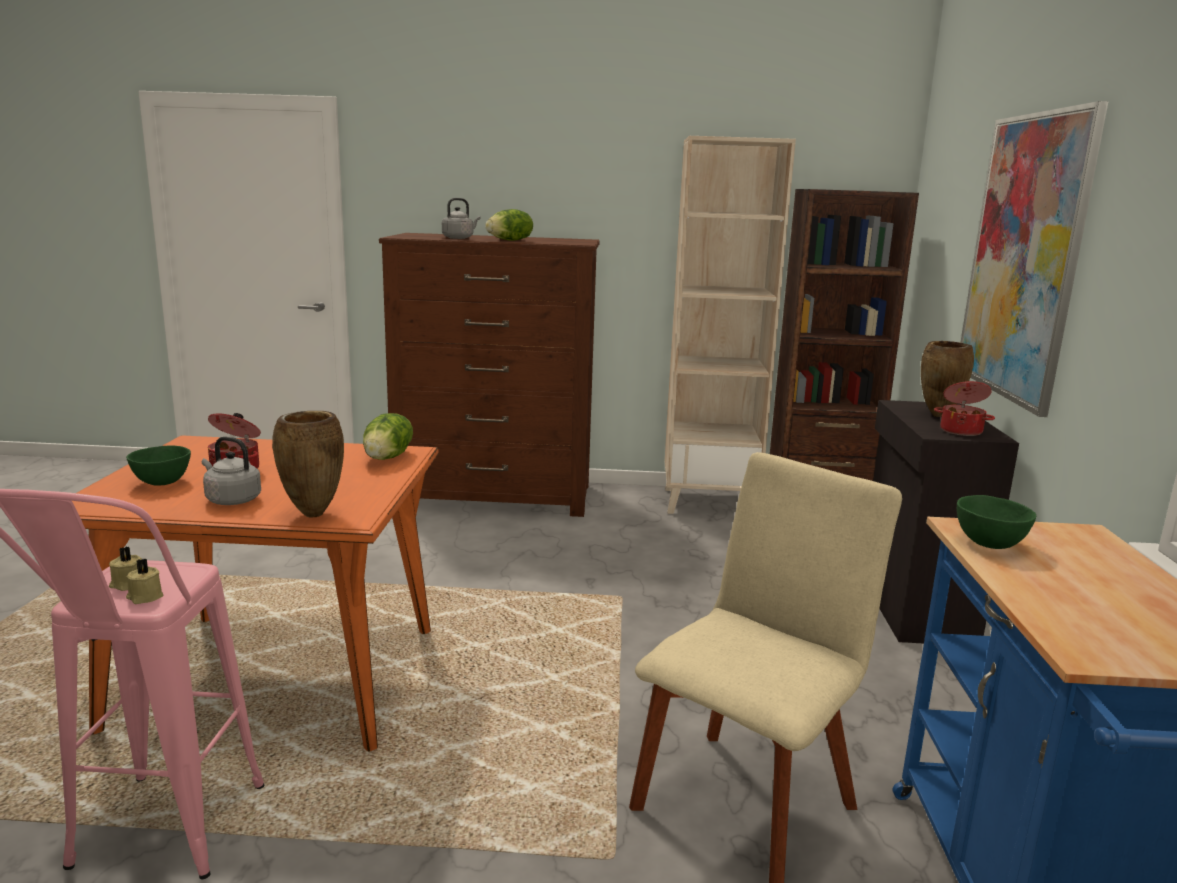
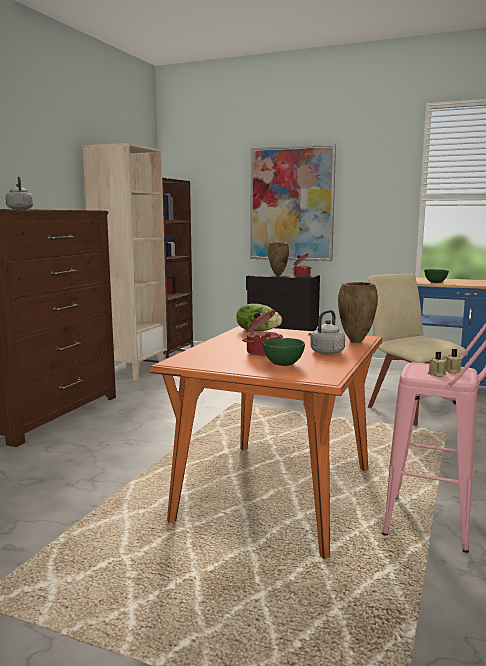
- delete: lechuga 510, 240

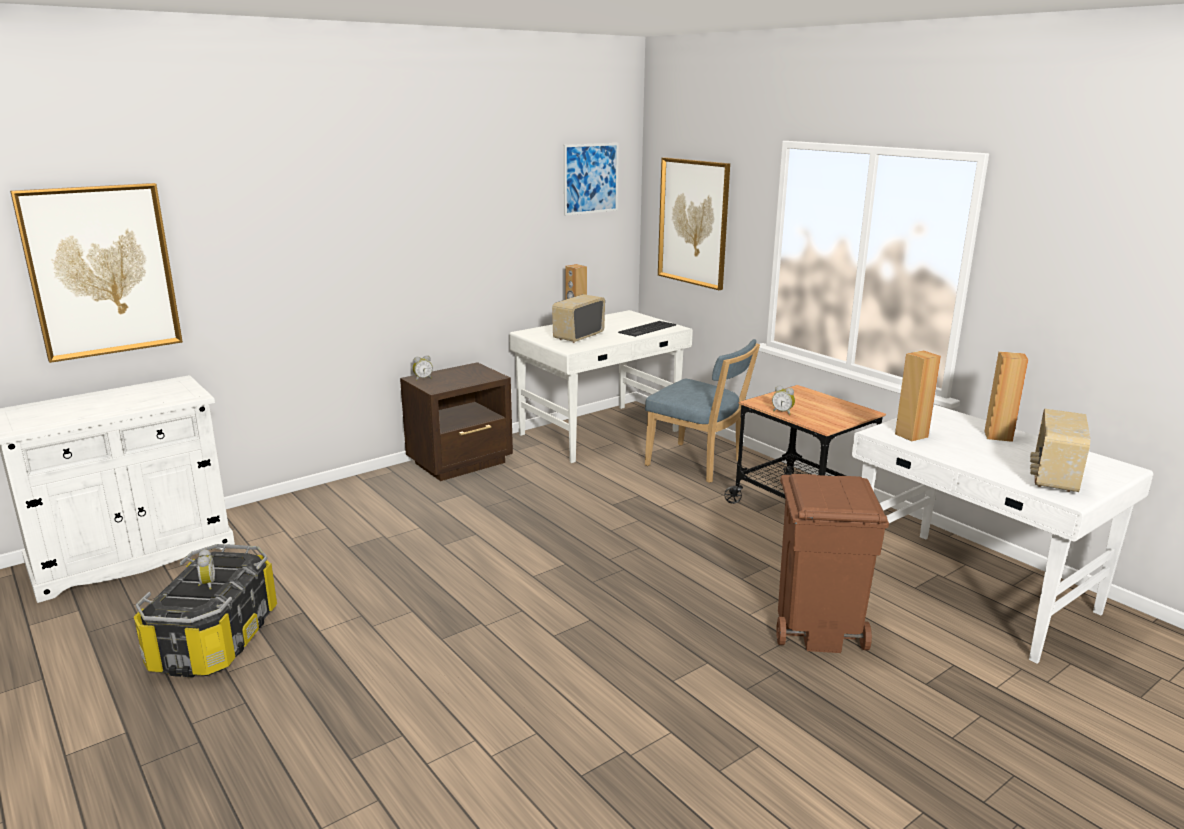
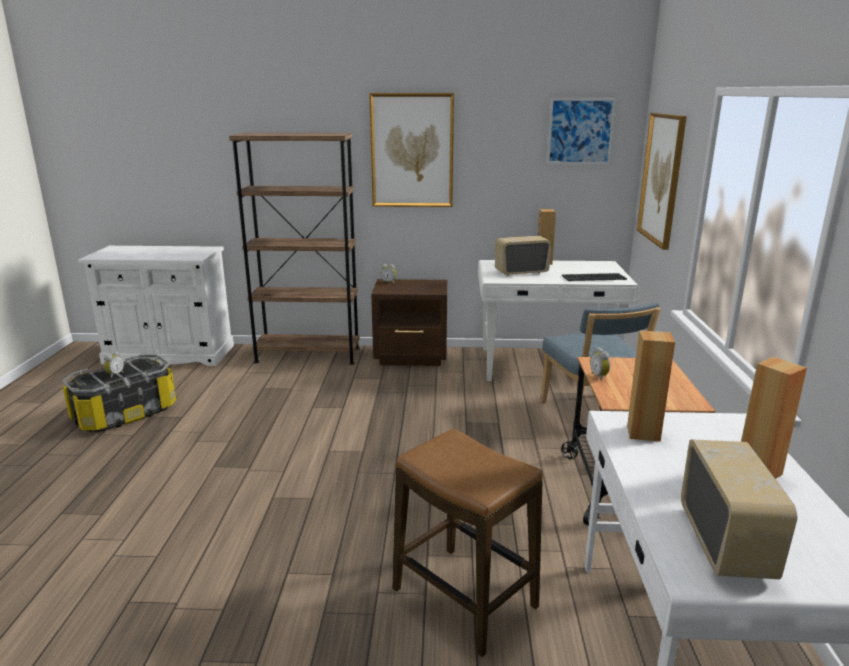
- move: cuadro 101, 271 to 412, 151
- rotate: radio 1053, 477 = 726, 543 120 degrees clockwise
- replace: papelera/marrón 816, 628 to taburete 463, 598
- insert: estantería/marrón 308, 355

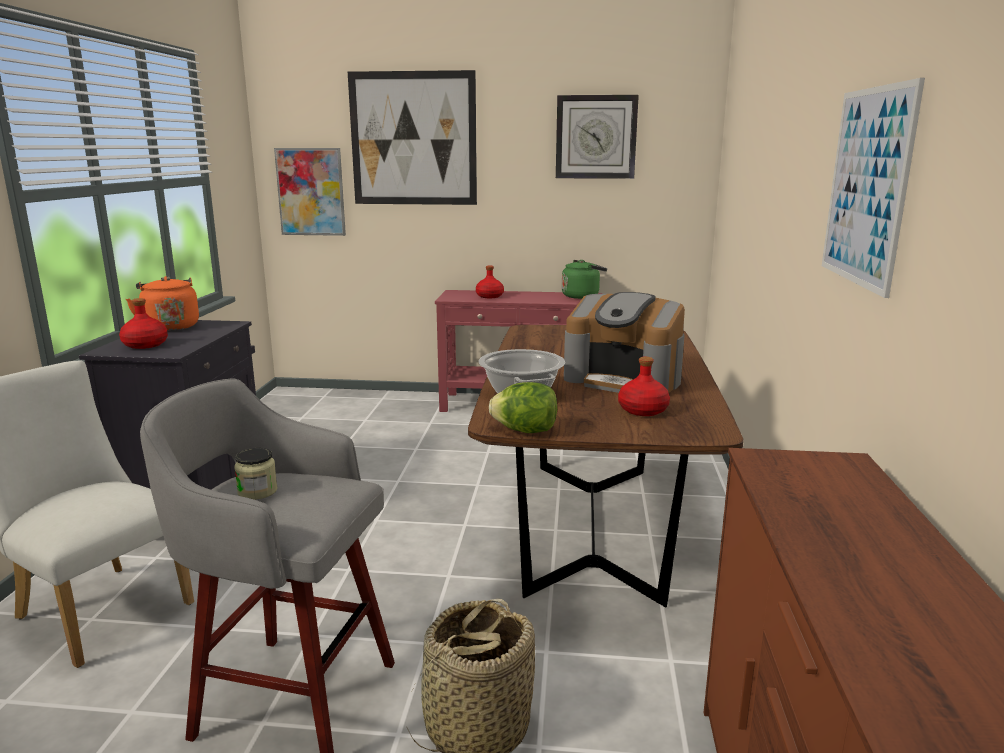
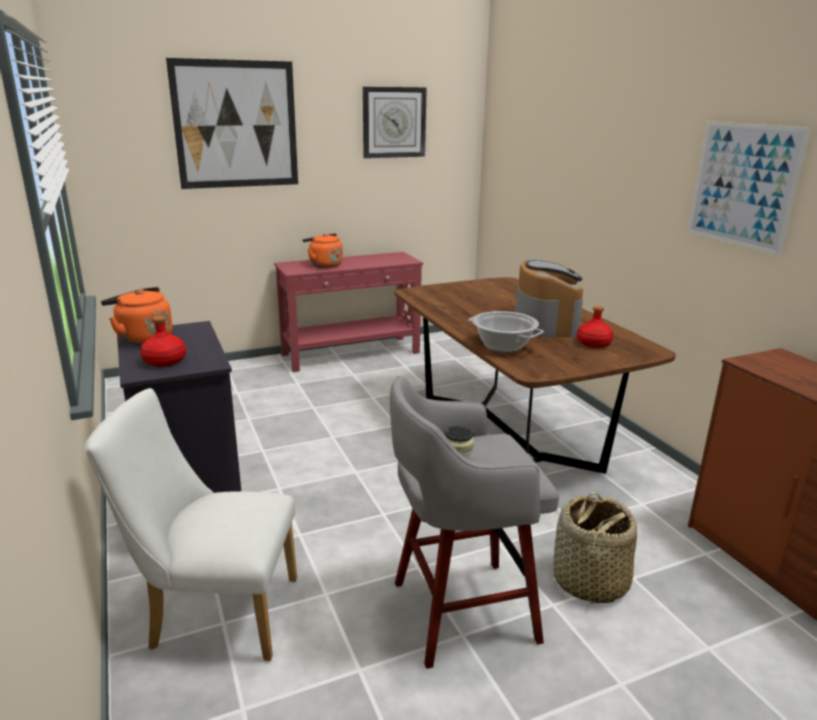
- delete: cuadro 311, 192
- delete: hervidor/verde 582, 296
- replace: botella/rojo 489, 296 to hervidor/naranja 324, 265
- rotate: cafetera 624, 379 = 545, 323 90 degrees counterclockwise
- delete: lechuga 525, 431

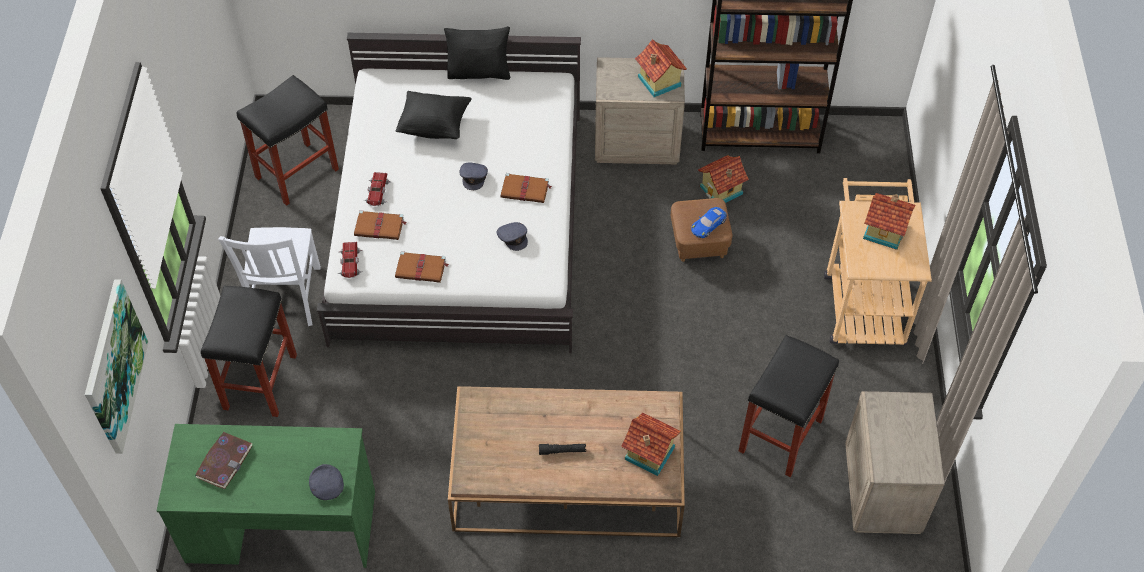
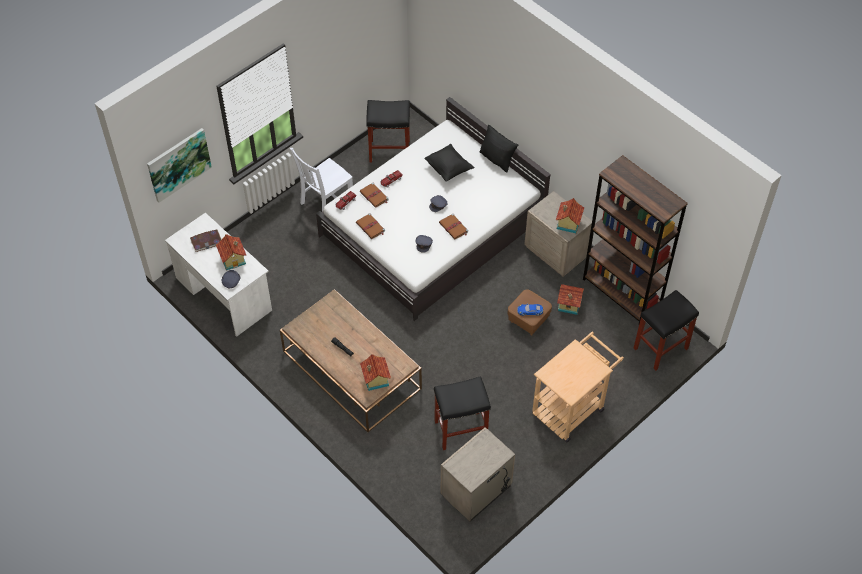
- move: casita 884, 230 to 233, 259
- move: taburete/negro 260, 383 to 660, 349
- recolor: escritorio/verde 281, 526 to escritorio/blanco 223, 294

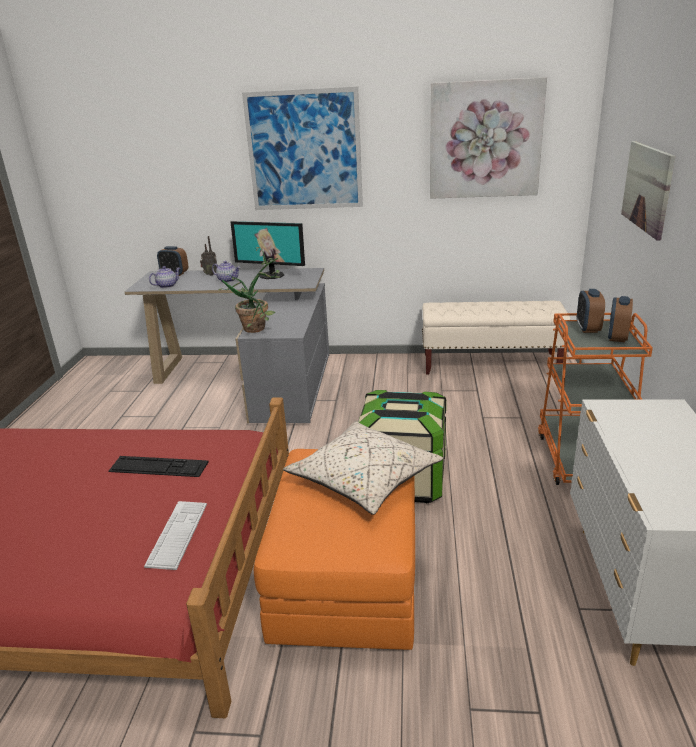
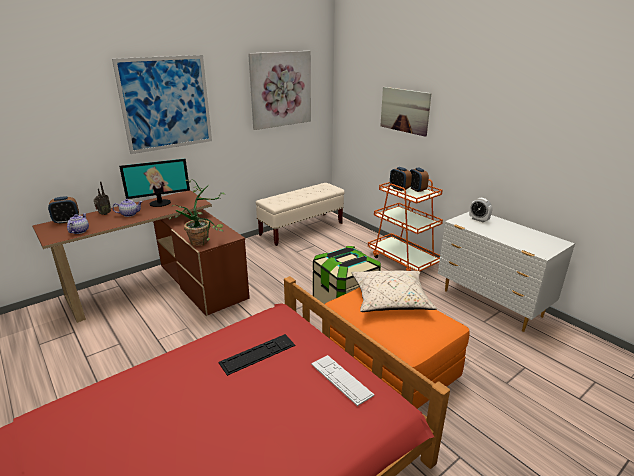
- recolor: escritorio/gris 252, 378 to escritorio/marrón 162, 288
- insert: despertador 478, 219

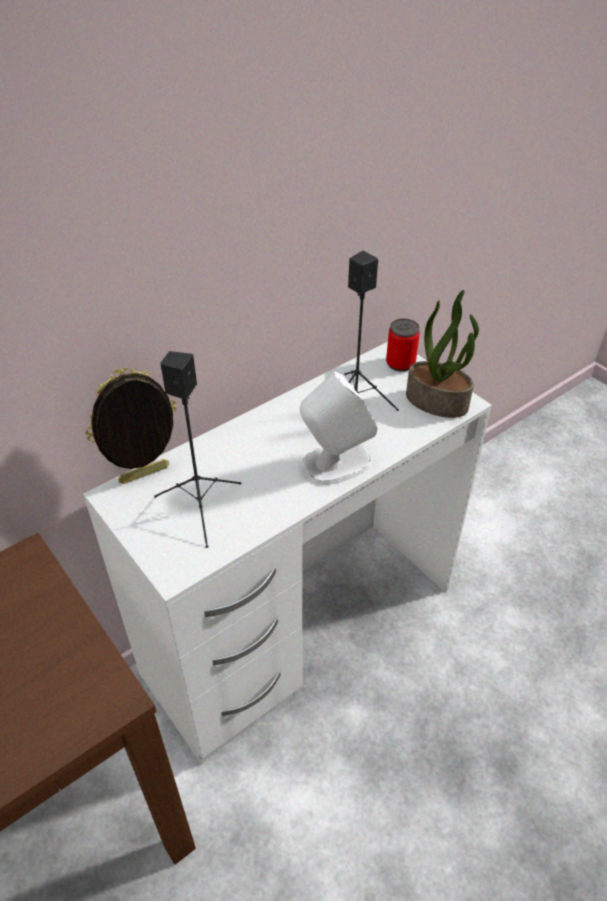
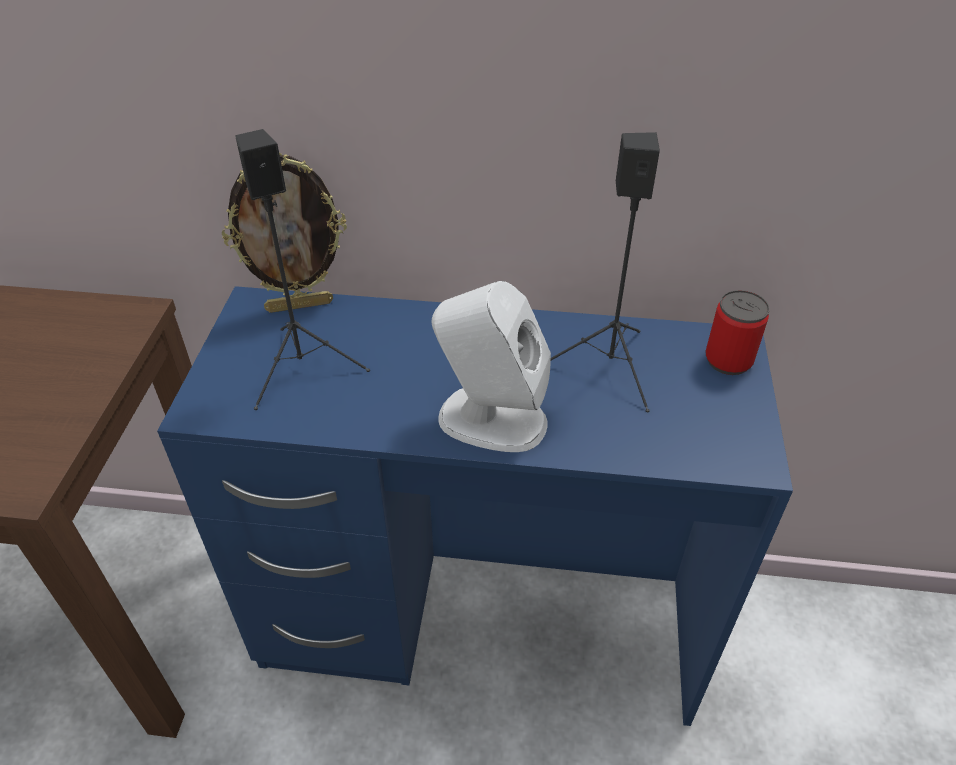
- delete: planta en maceta 438, 401
- recolor: escritorio/blanco 300, 628 to escritorio/azul 479, 622
- rotate: portarretratos 145, 476 = 300, 305 150 degrees clockwise

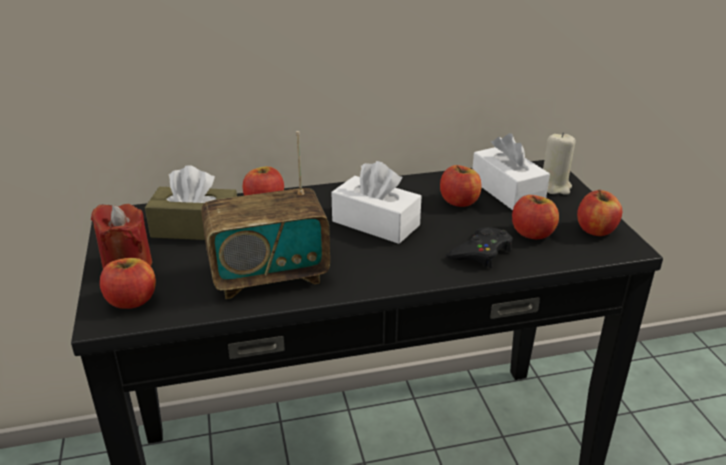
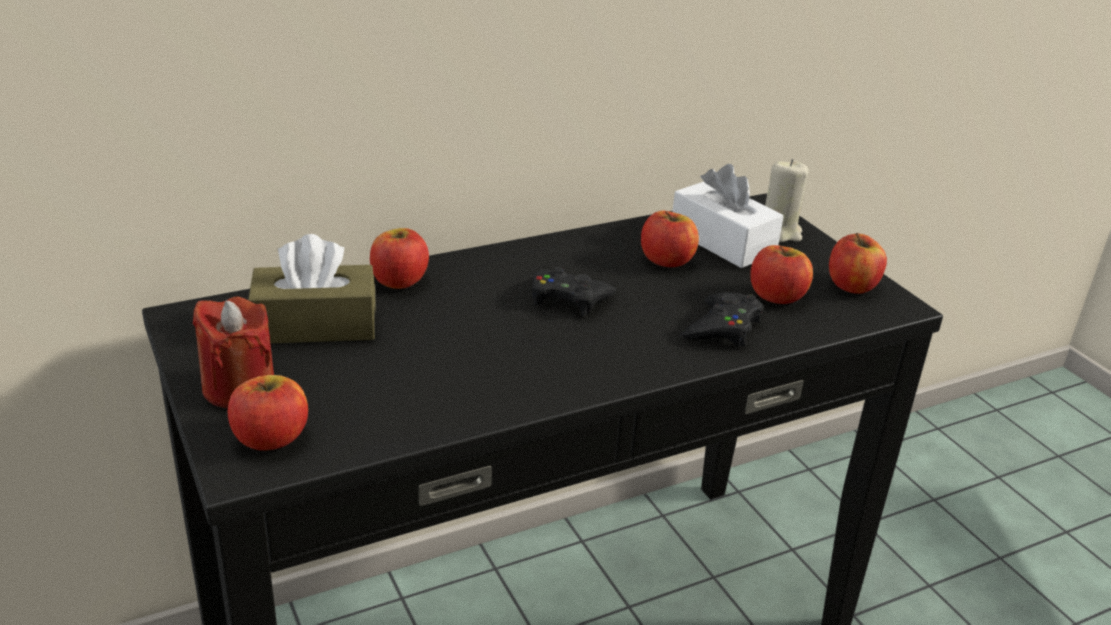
- delete: radio 269, 276
- replace: caja de pañuelos/blanco 375, 223 to mando de consola/negro 568, 298

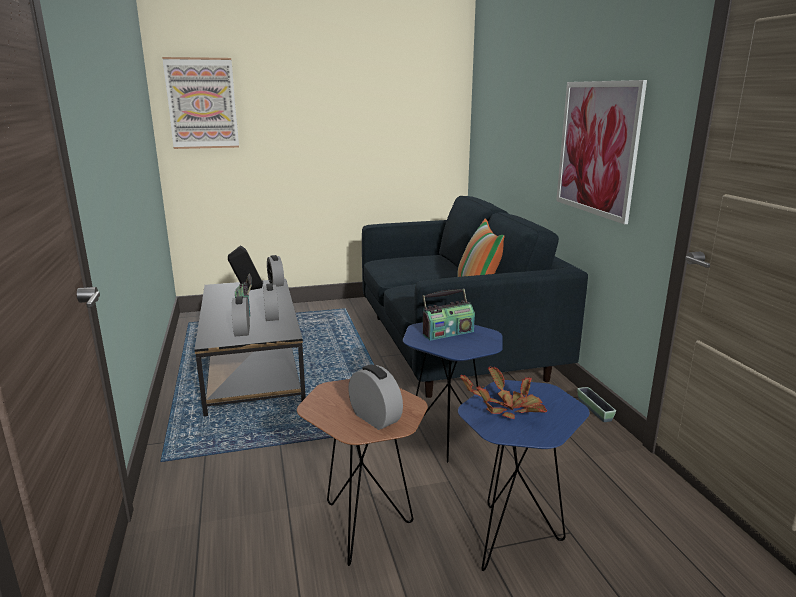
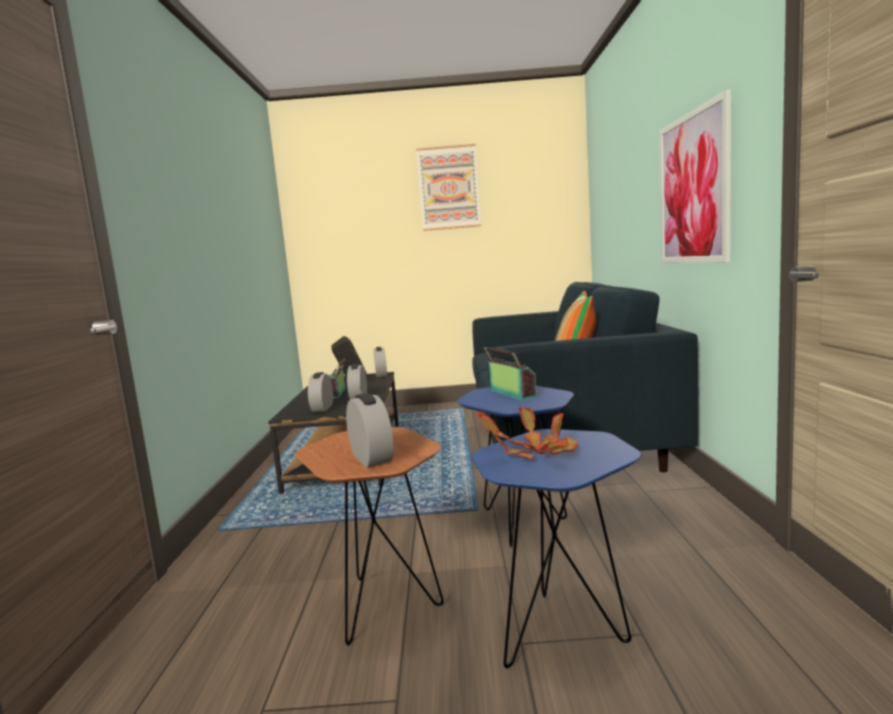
- move: cuadro 202, 103 to 449, 188
- rotate: radio 447, 332 = 511, 393 105 degrees counterclockwise
- delete: maceta 594, 410

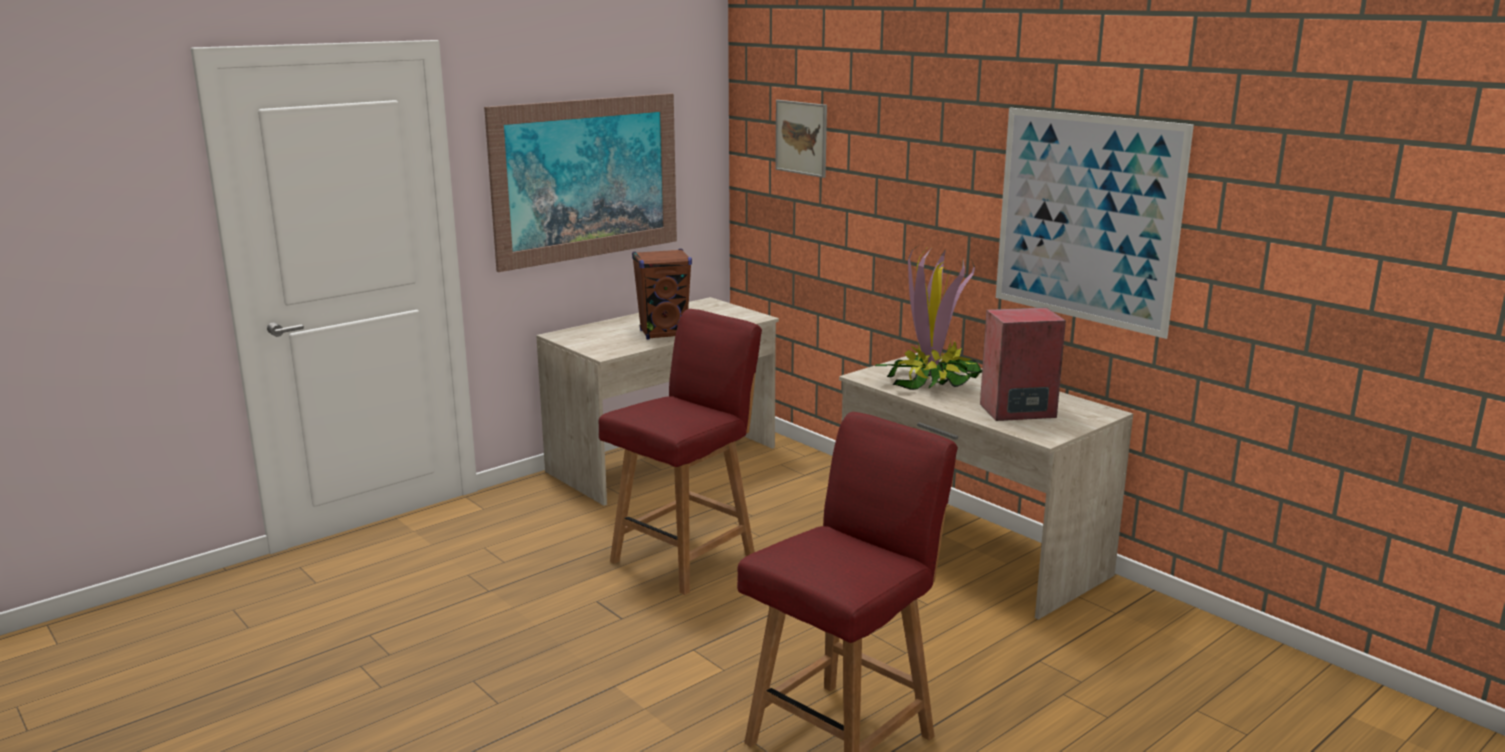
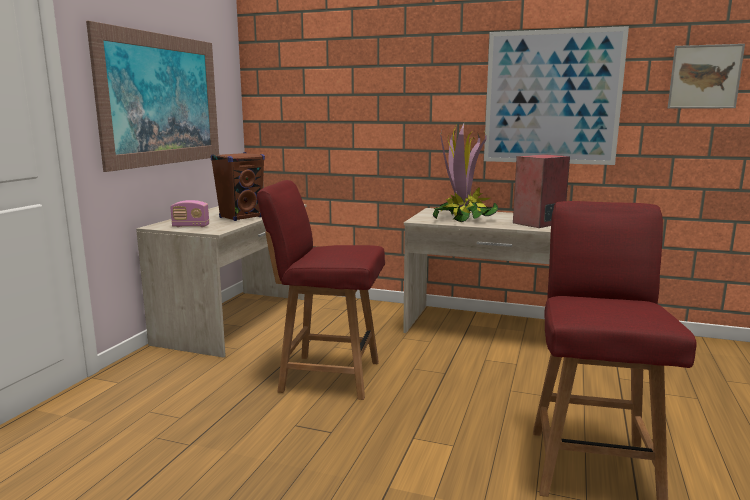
- move: cuadro 801, 138 to 704, 77
- rotate: silla/rojo 686, 557 = 327, 376 90 degrees counterclockwise
- insert: radio 191, 226

